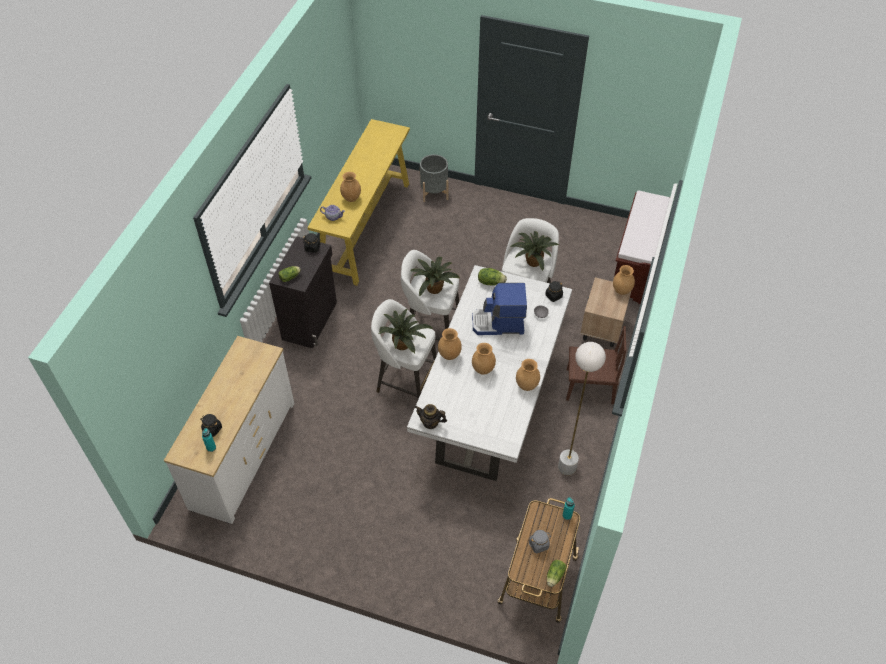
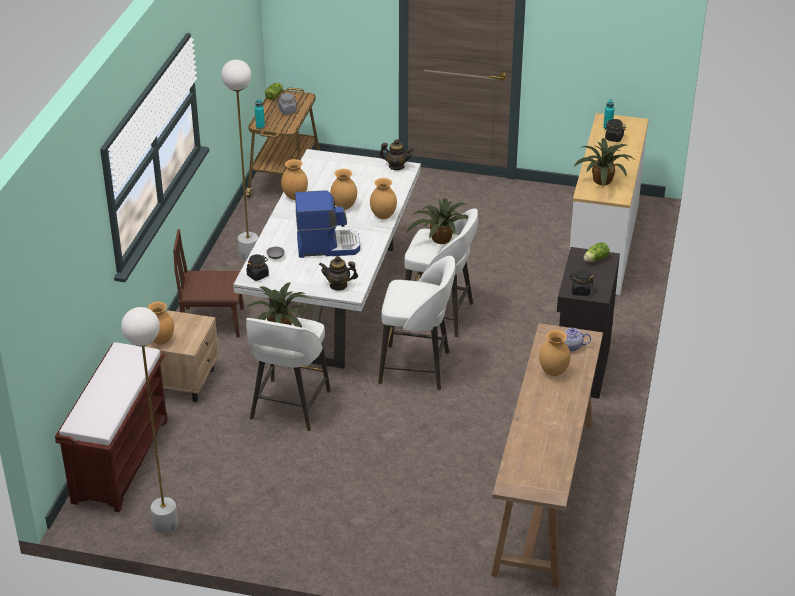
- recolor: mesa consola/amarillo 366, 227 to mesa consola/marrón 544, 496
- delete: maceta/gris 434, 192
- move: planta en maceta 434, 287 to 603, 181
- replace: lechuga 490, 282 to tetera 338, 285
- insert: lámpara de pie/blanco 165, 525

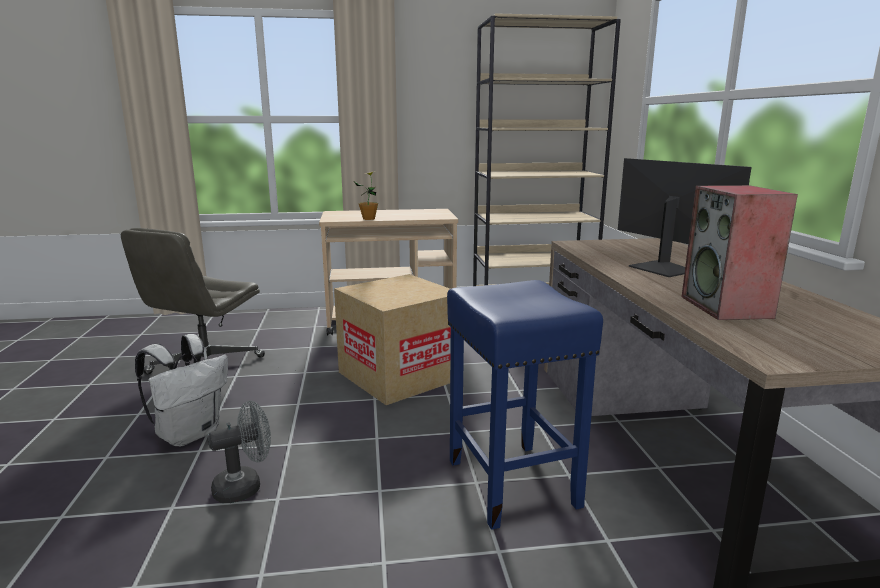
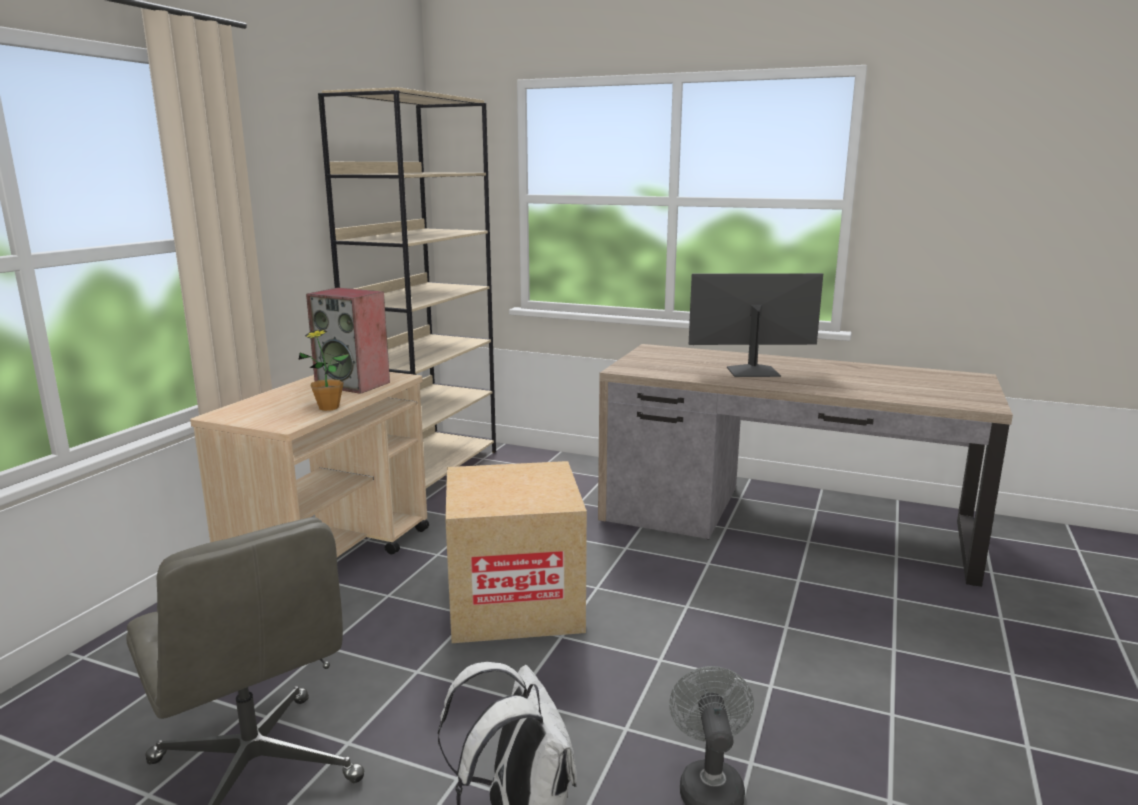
- move: altavoz 727, 307 to 354, 384
- delete: taburete/azul 510, 482

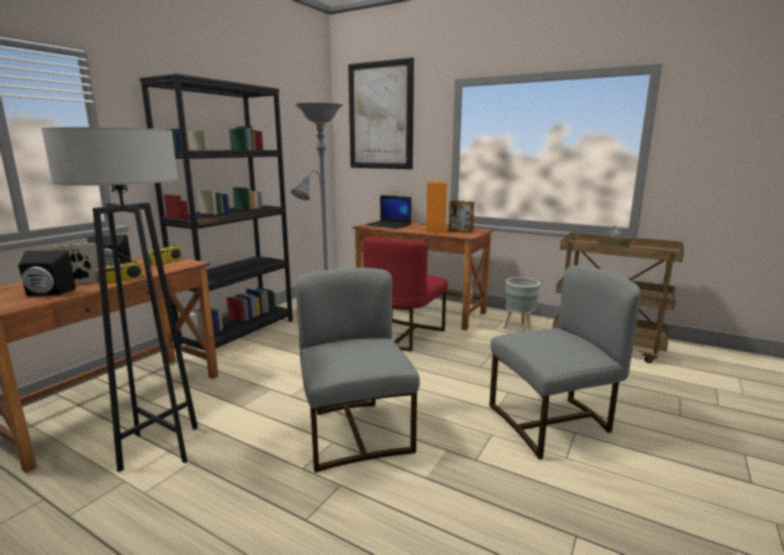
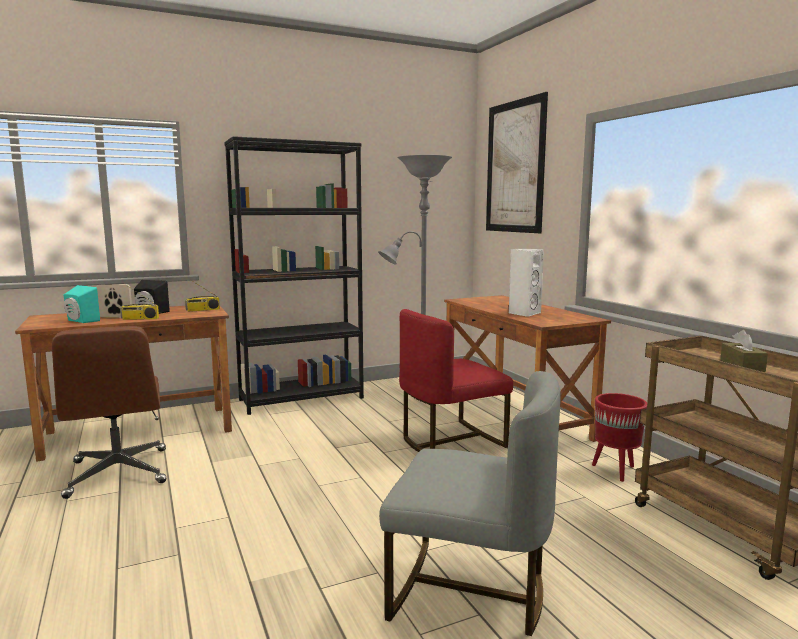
- replace: lámpara de pie/gris 160, 447 to silla de oficina/marrón 119, 473
- recolor: altavoz/naranja 435, 230 to altavoz/blanco 524, 313
- delete: portátil 389, 225
- delete: portarretratos 460, 231
- recolor: altavoz/negro 47, 293 to altavoz/turquesa 80, 321
- delete: silla/gris 356, 432
- recolor: maceta/gris 518, 328 to maceta/rojo 615, 470

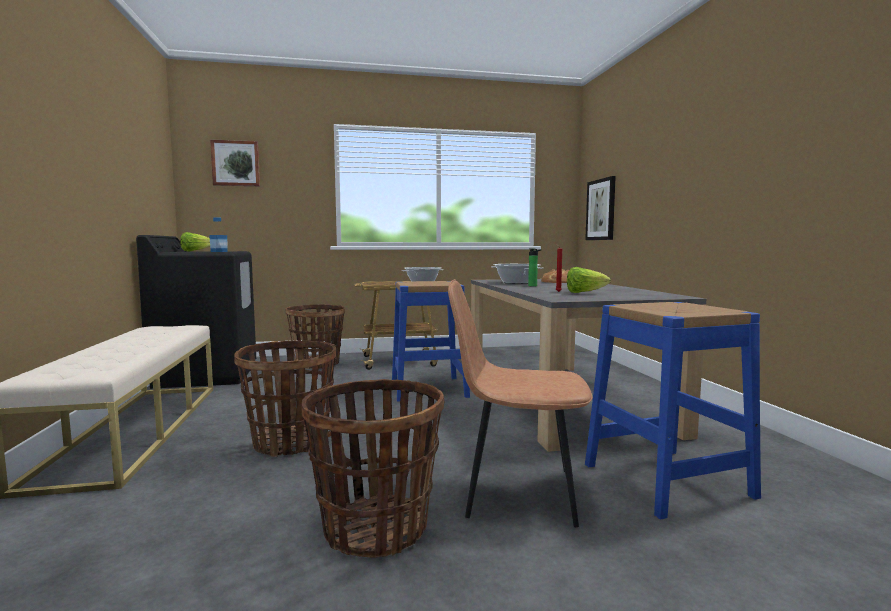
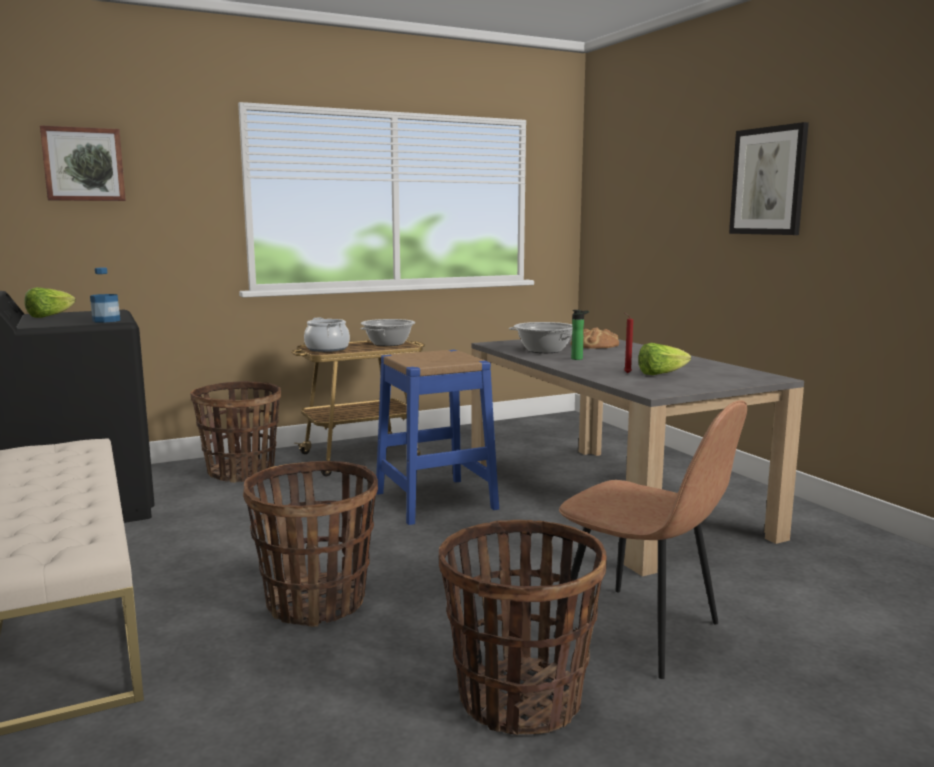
- move: cuadro 601, 210 to 768, 181
- rotate: silla/marrón 516, 492 = 641, 632 135 degrees counterclockwise
- delete: taburete/azul 666, 480
- insert: olla 327, 349

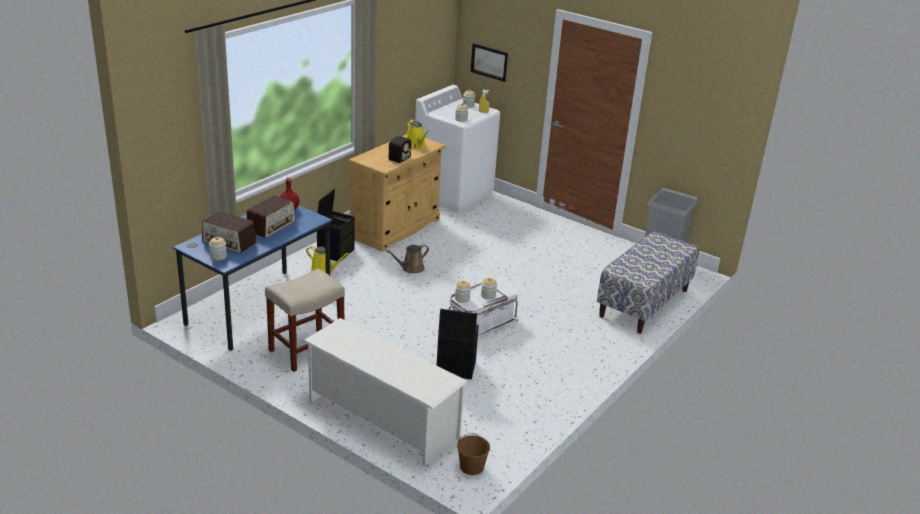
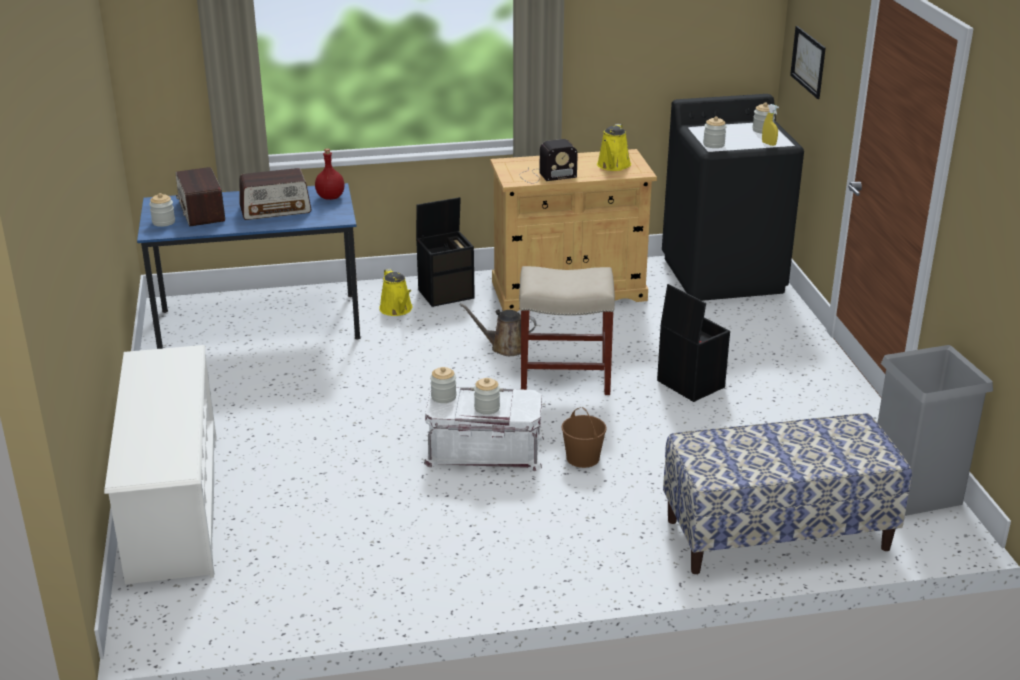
- recolor: lavadora/blanco 453, 194 to lavadora/negro 724, 275
- move: taburete/beis 306, 351 to 563, 377
- move: caja de almacenaje/negro 455, 368 to 689, 384
- move: cubo/marrón 471, 466 to 582, 457

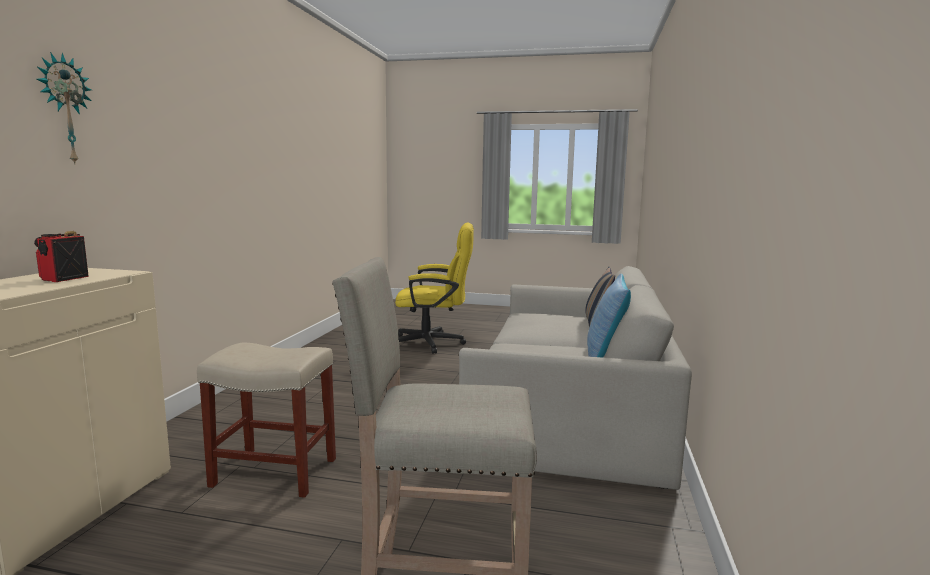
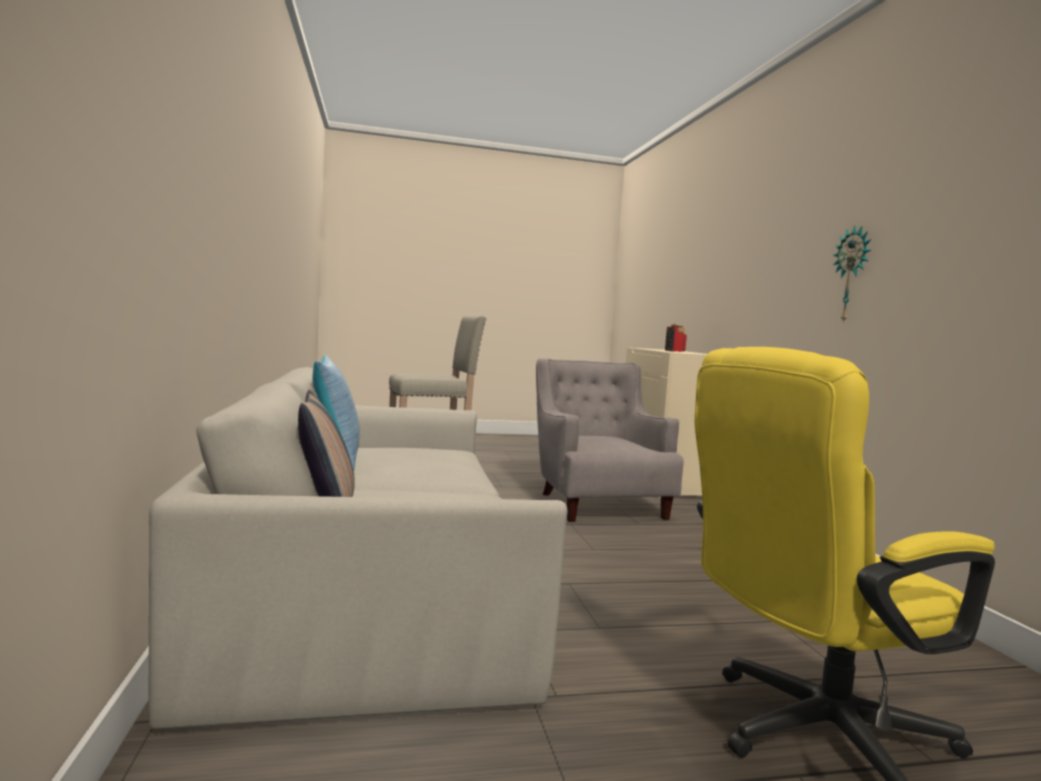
- move: reloj de pared 64, 109 to 852, 275
- replace: taburete/beis 273, 472 to sillón/gris 596, 503

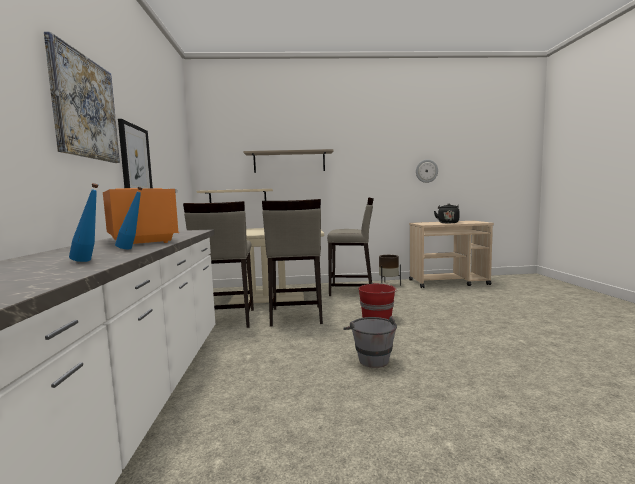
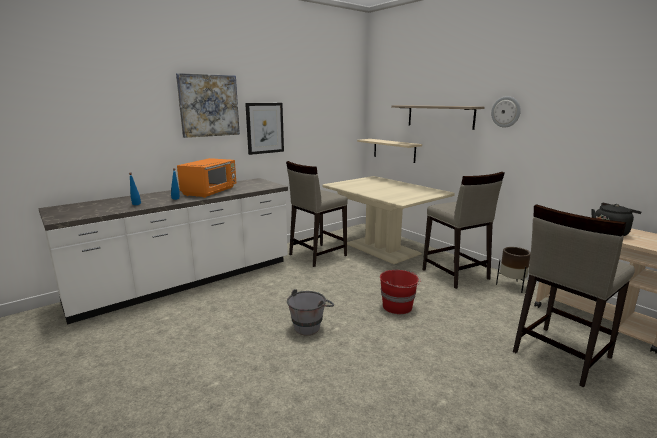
- move: reloj de pared 426, 171 to 506, 111
- move: taburete/beis 296, 316 to 560, 354

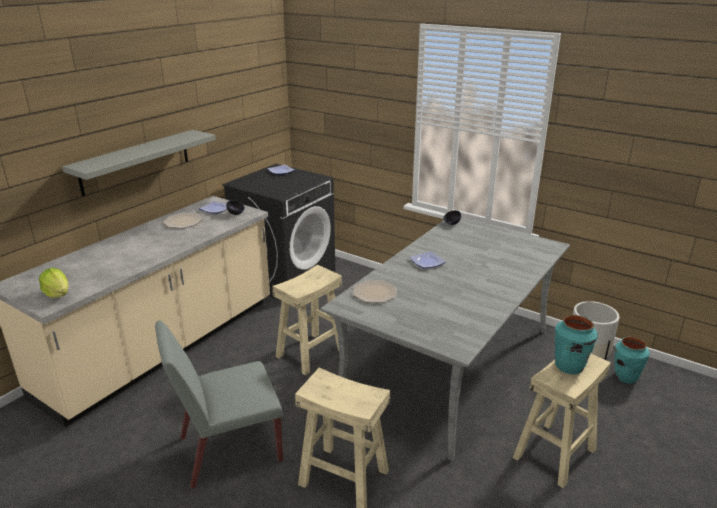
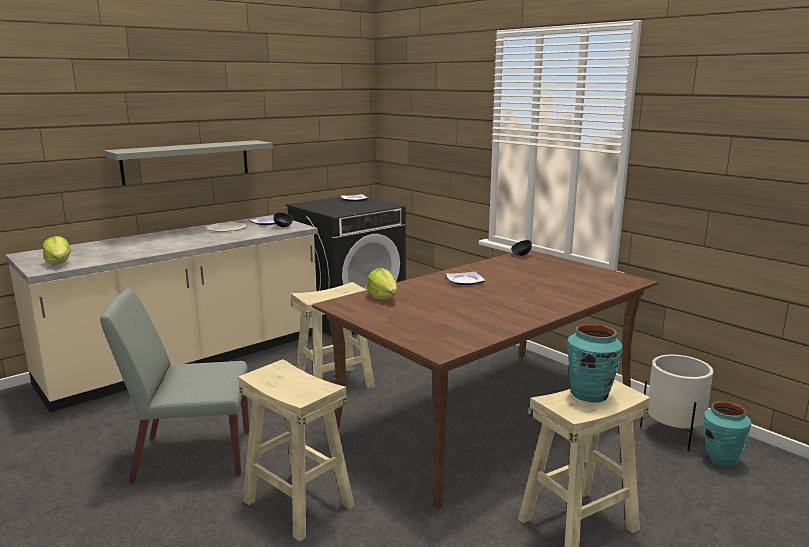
- recolor: mesa de comedor/gris 449, 364 to mesa de comedor/marrón 488, 415
- replace: plato 374, 292 to lechuga 383, 297

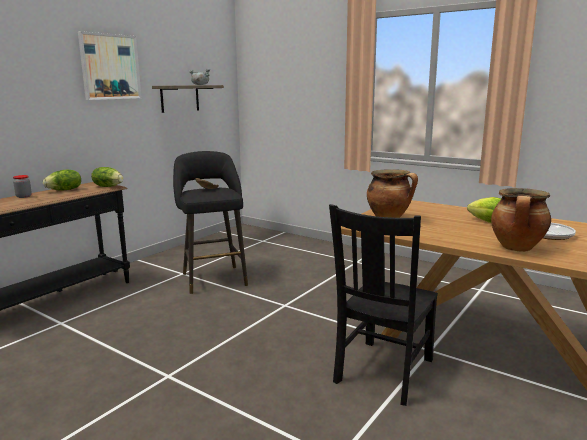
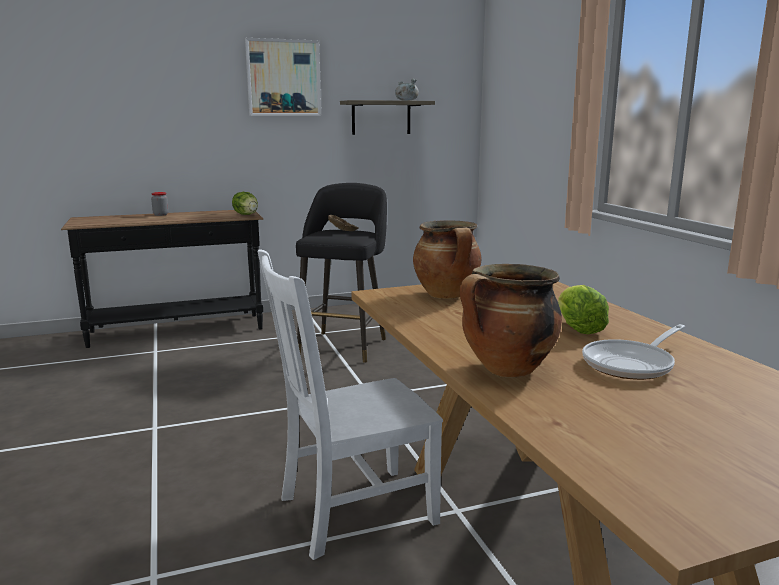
- delete: lechuga 65, 190
- recolor: silla/negro 382, 372 to silla/blanco 352, 511

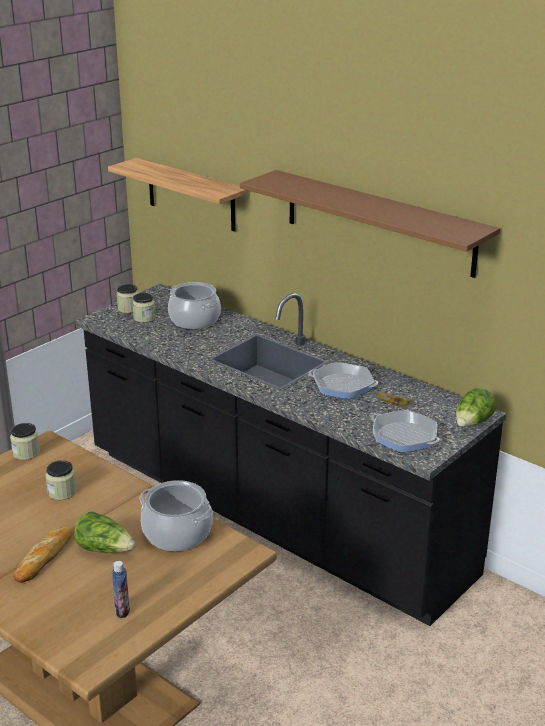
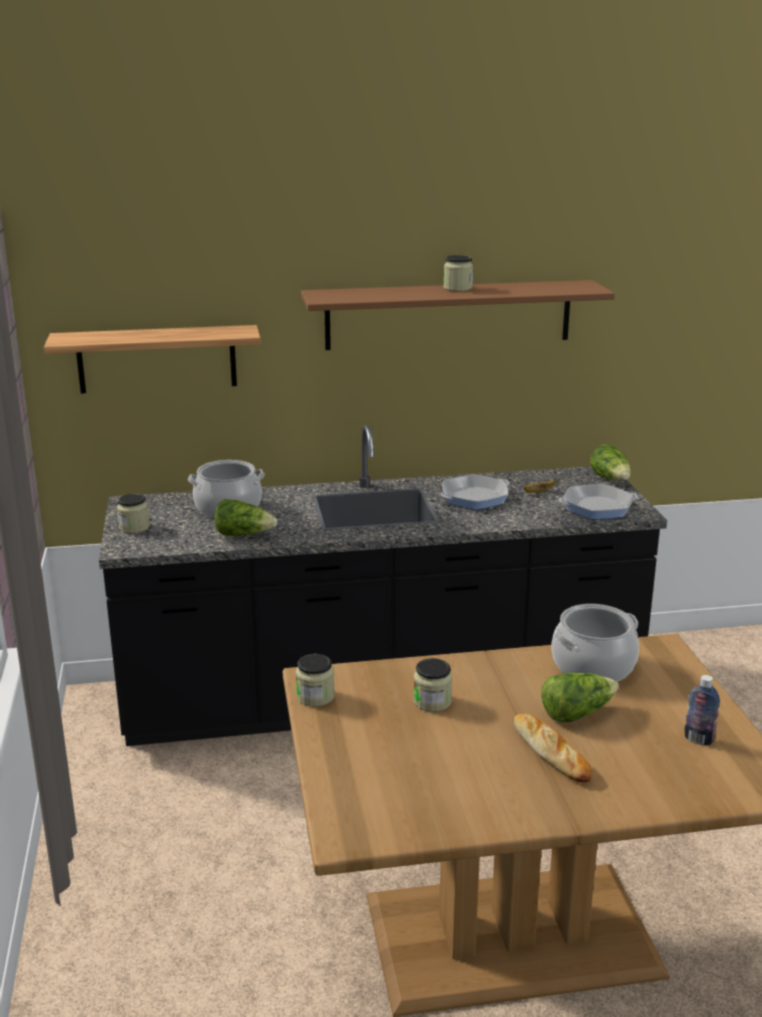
- move: tarro 144, 318 to 457, 288
- insert: lechuga 244, 534

